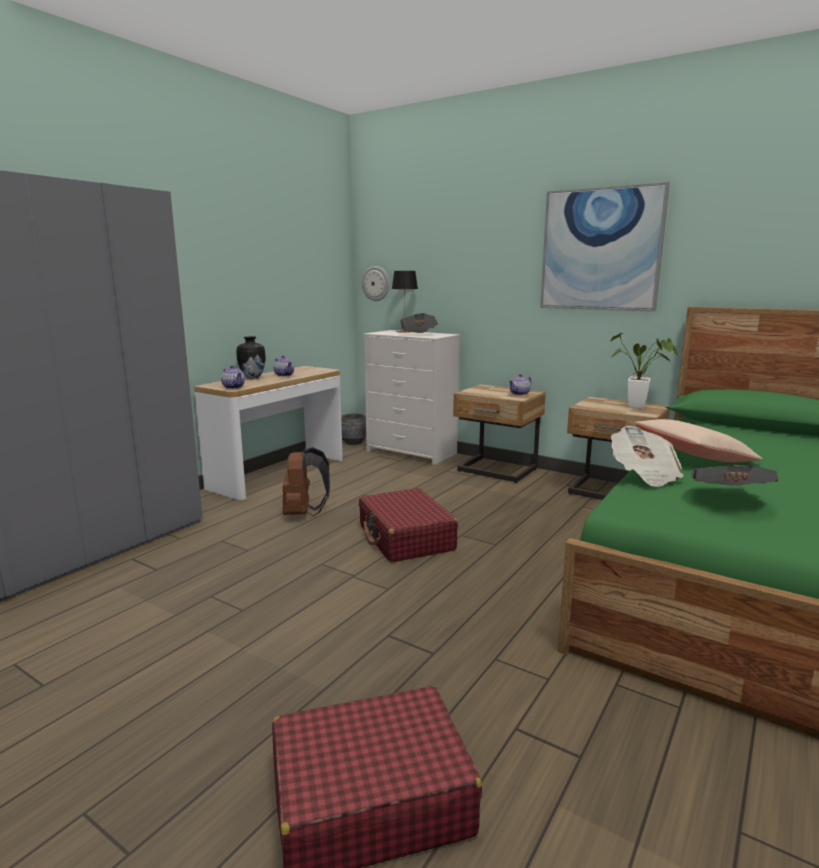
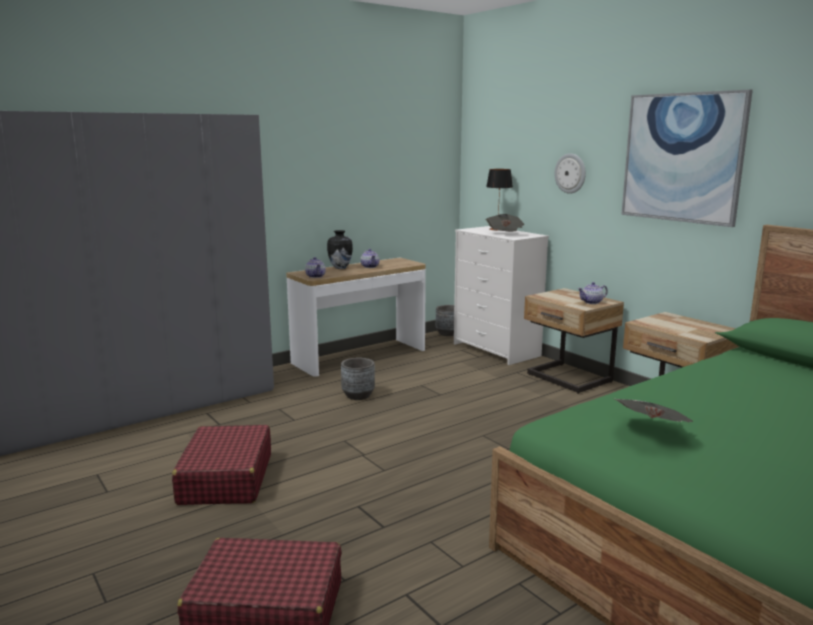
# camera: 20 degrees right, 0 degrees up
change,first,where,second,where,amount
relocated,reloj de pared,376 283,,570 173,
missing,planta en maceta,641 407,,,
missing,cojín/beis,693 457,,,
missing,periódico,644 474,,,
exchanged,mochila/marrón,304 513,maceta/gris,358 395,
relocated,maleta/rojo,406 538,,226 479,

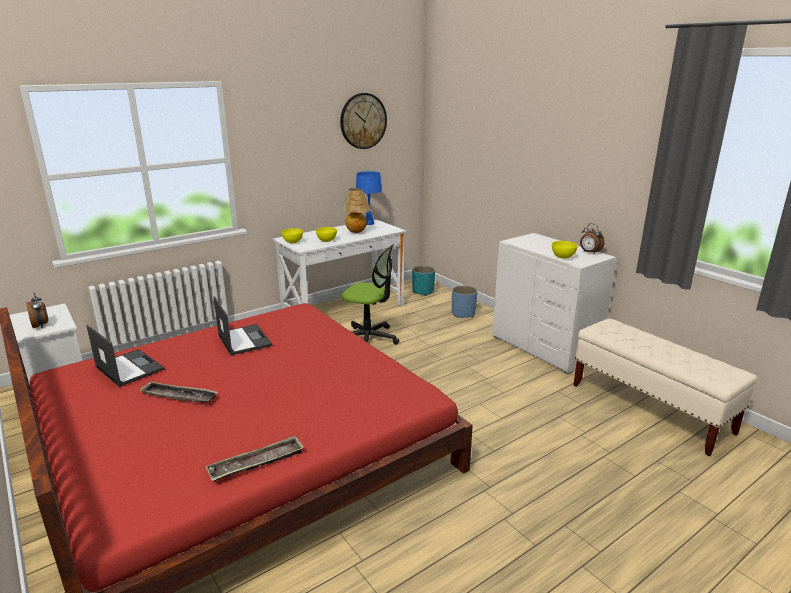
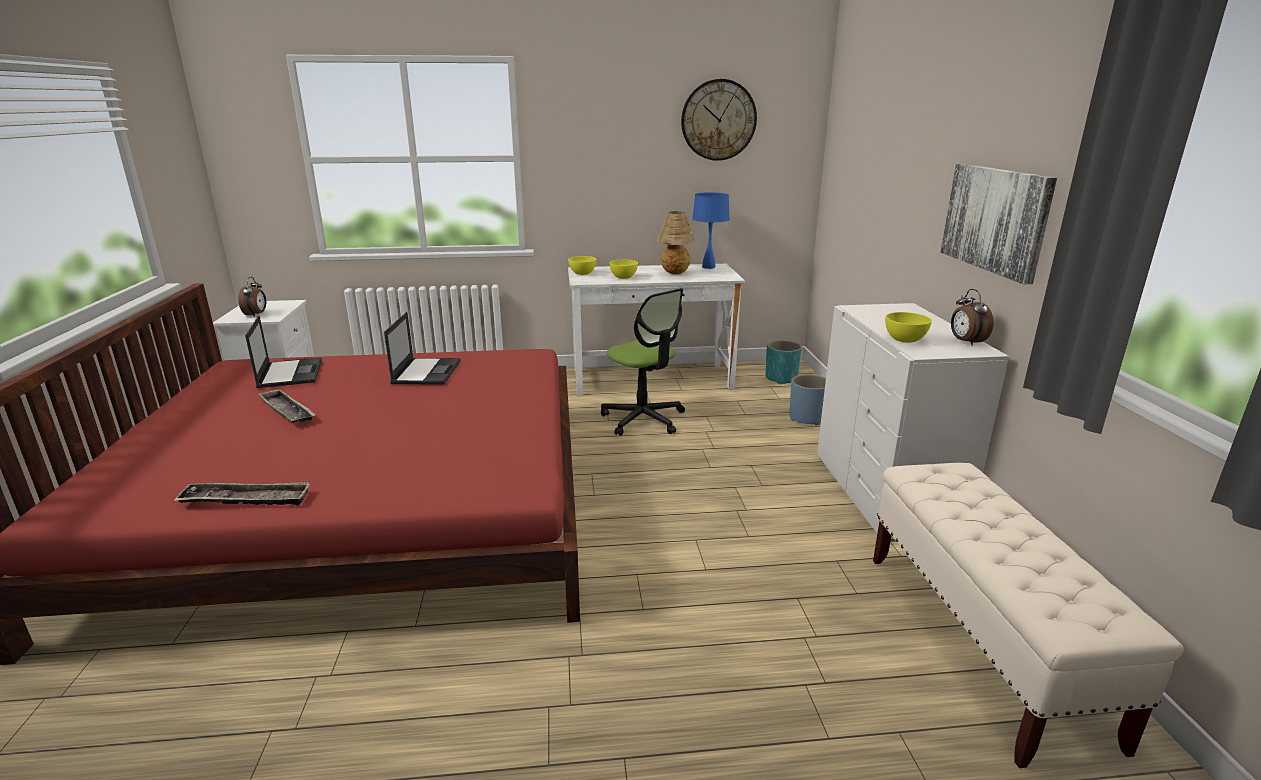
# camera: 30 degrees right, 0 degrees up
change,first,where,second,where,amount
appeared,,,cuadro,996 219,

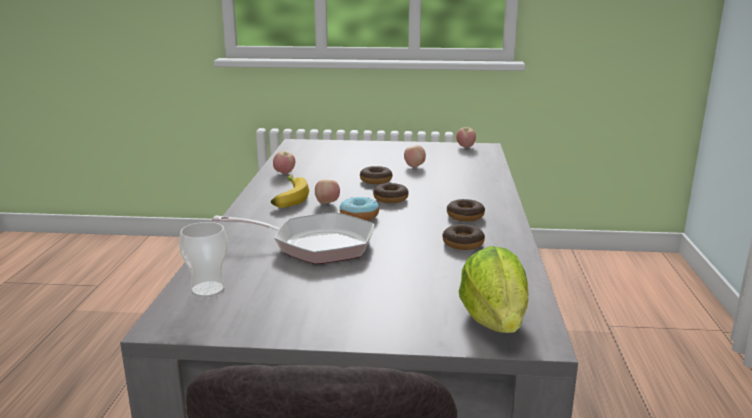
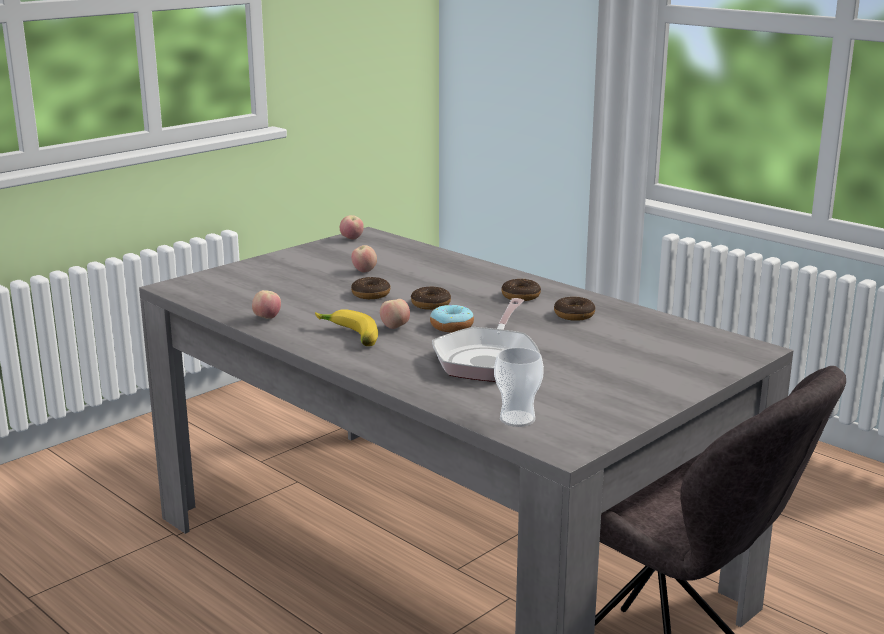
# camera: 50 degrees left, 0 degrees up
change,first,where,second,where,amount
spun,sartén,315 245,,488 359,150 degrees clockwise
missing,lechuga,495 321,,,

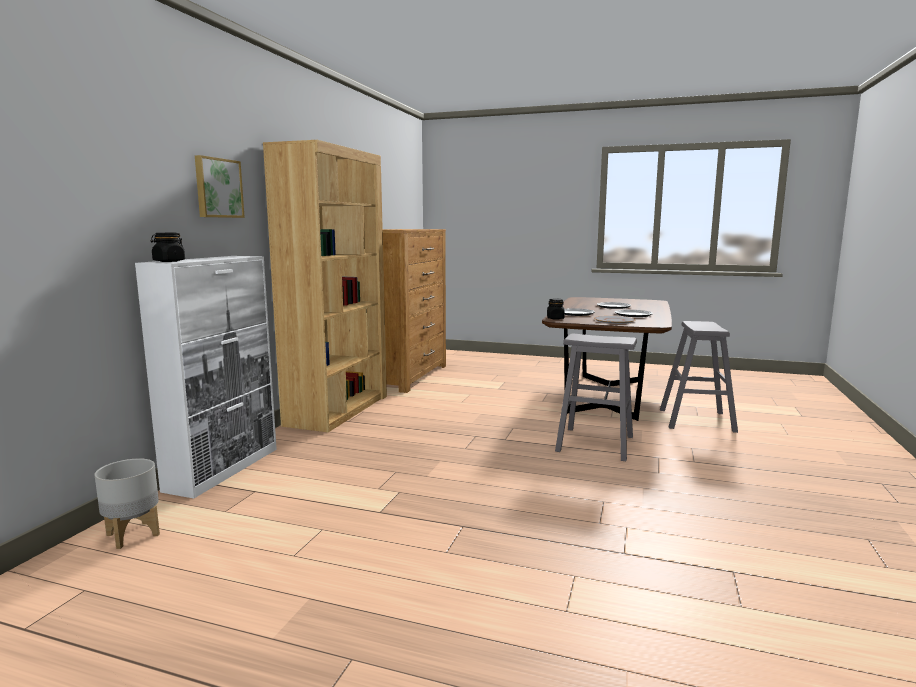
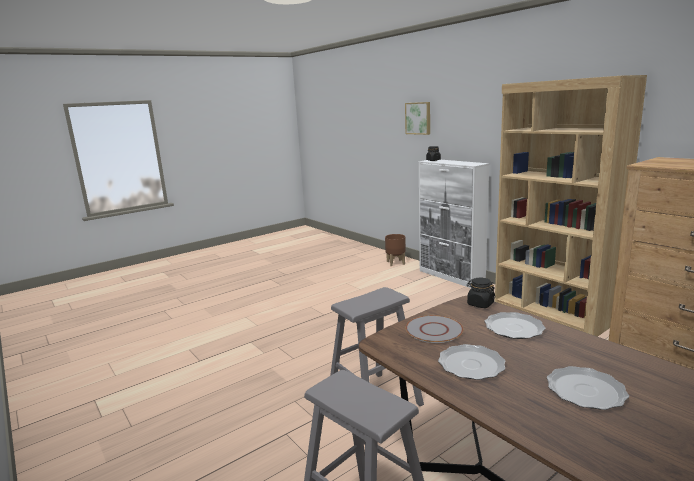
# camera: 125 degrees right, 5 degrees up
change,first,where,second,where,amount
relocated,cuadro,217 188,,418 118,
colour,maceta/gris,132 534,maceta/marrón,396 263,

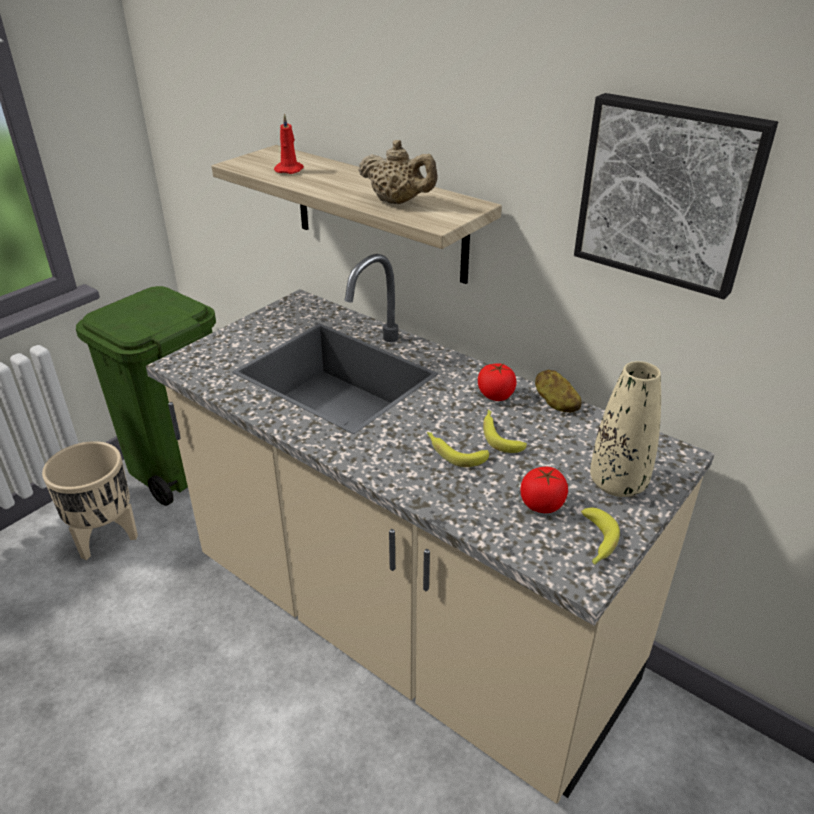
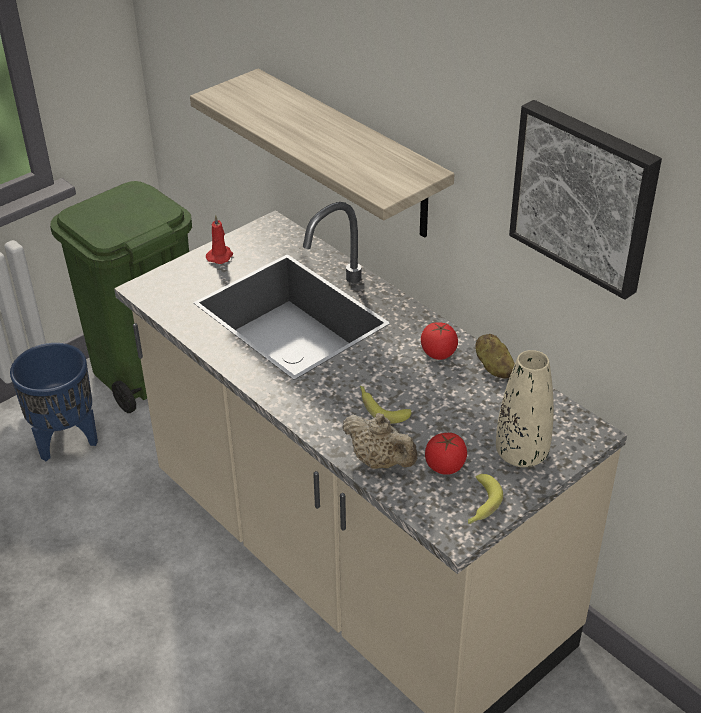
# camera: 10 degrees right, 5 degrees up
change,first,where,second,where,amount
relocated,vela/rojo,290 170,,220 256,
relocated,tetera/beis,398 202,,380 461,
missing,plátano,499 435,,,
colour,maceta/beis,105 539,maceta/azul,65 442,

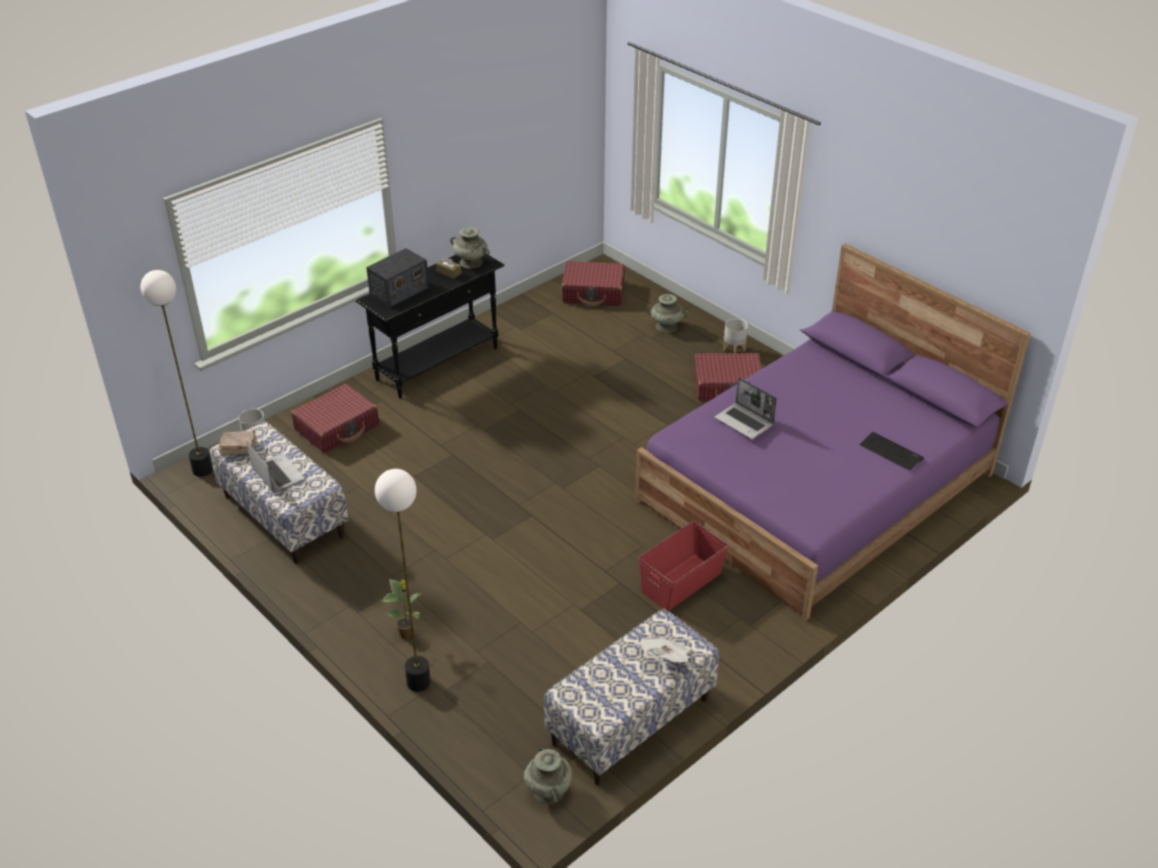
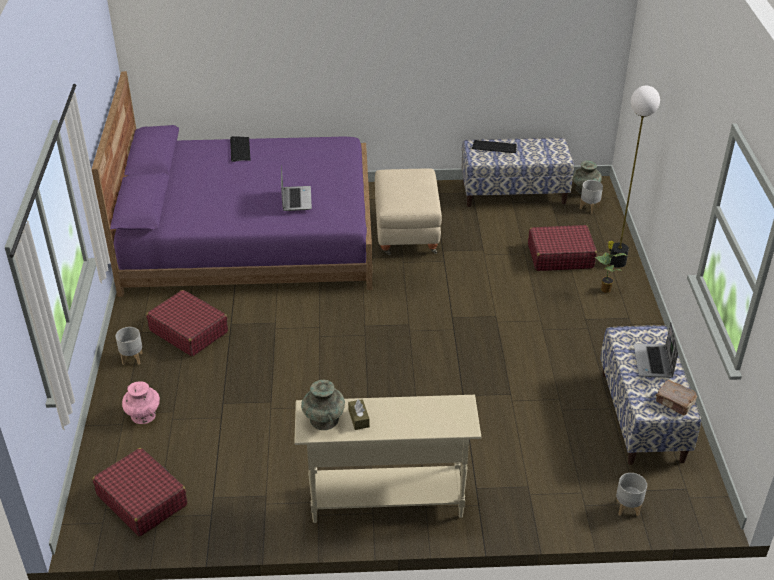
# camera: 140 degrees left, 0 degrees up
change,first,where,second,where,amount
missing,radio,399 291,,,
colour,mesa consola/negro,438 364,mesa consola/beis,386 500,
missing,lámpara de pie,203 470,,,
colour,florero/turquesa,666 326,florero/rosa,143 415,
relocated,maleta/rojo,337 427,,560 256,
exchanged,caja de almacenaje/rojo,682 582,puf/beis,406 233,
exchanged,periódico,667 658,teclado,494 147,
appeared,,,maceta/gris,589 208,

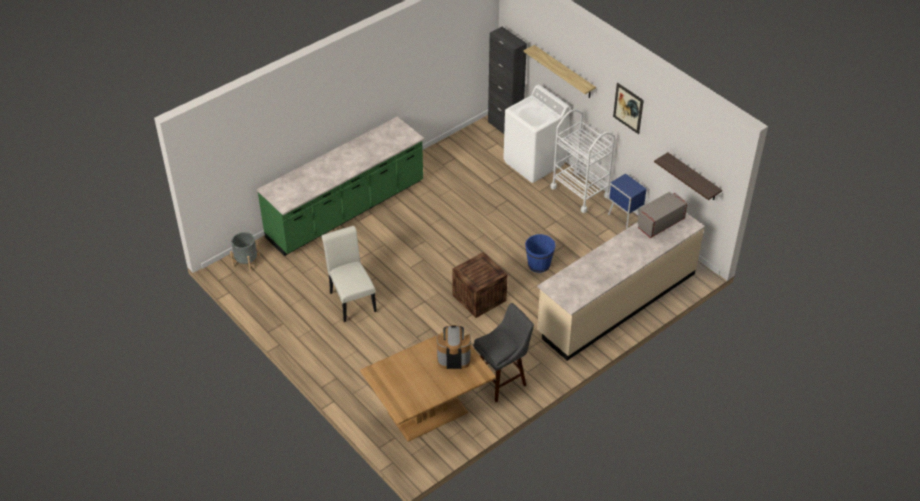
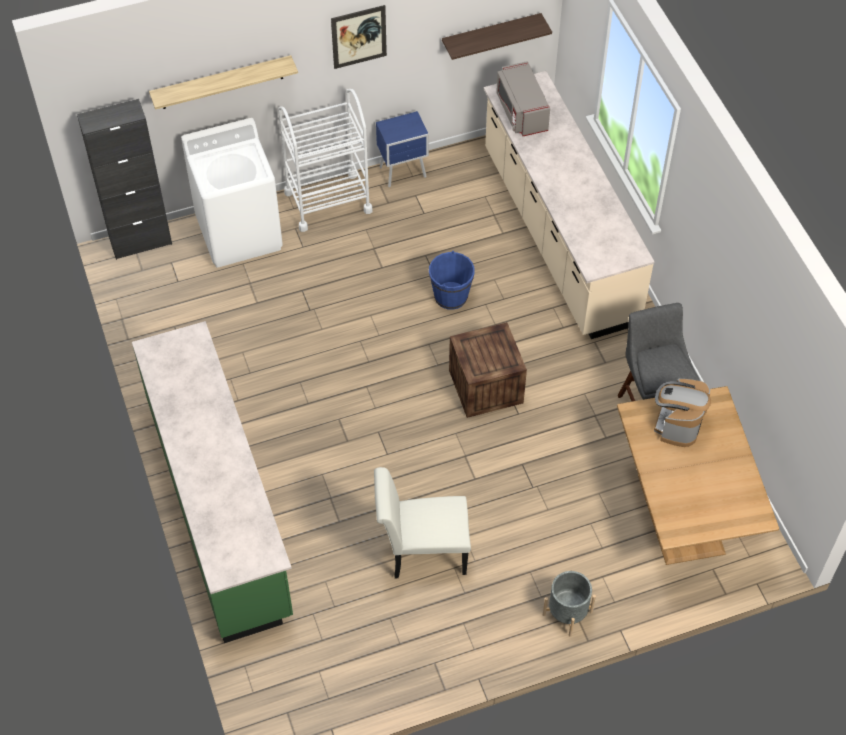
# camera: 70 degrees left, 10 degrees up
change,first,where,second,where,amount
relocated,maceta/gris,246 262,,567 613,

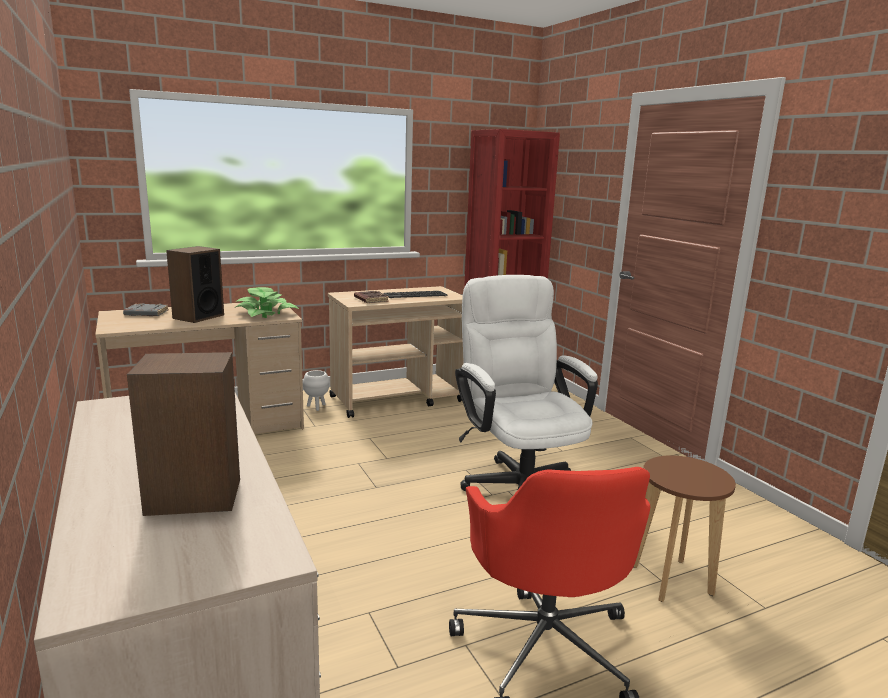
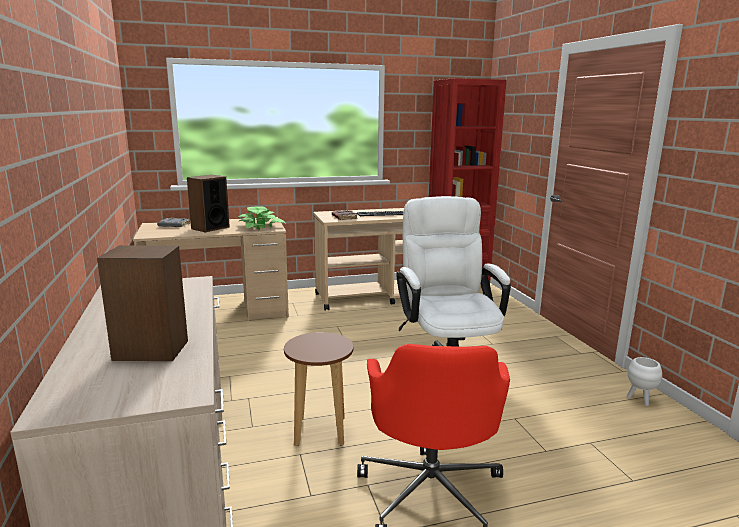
# camera: 10 degrees right, 0 degrees up
change,first,where,second,where,amount
relocated,maceta/blanco,316 407,,640 400,
relocated,taburete/marrón,671 580,,320 431,

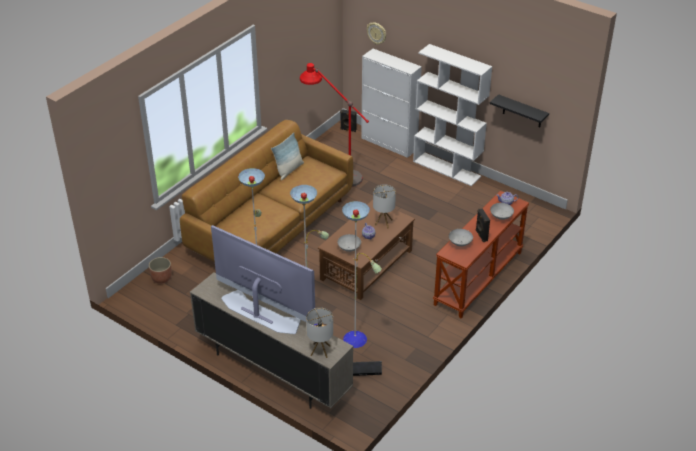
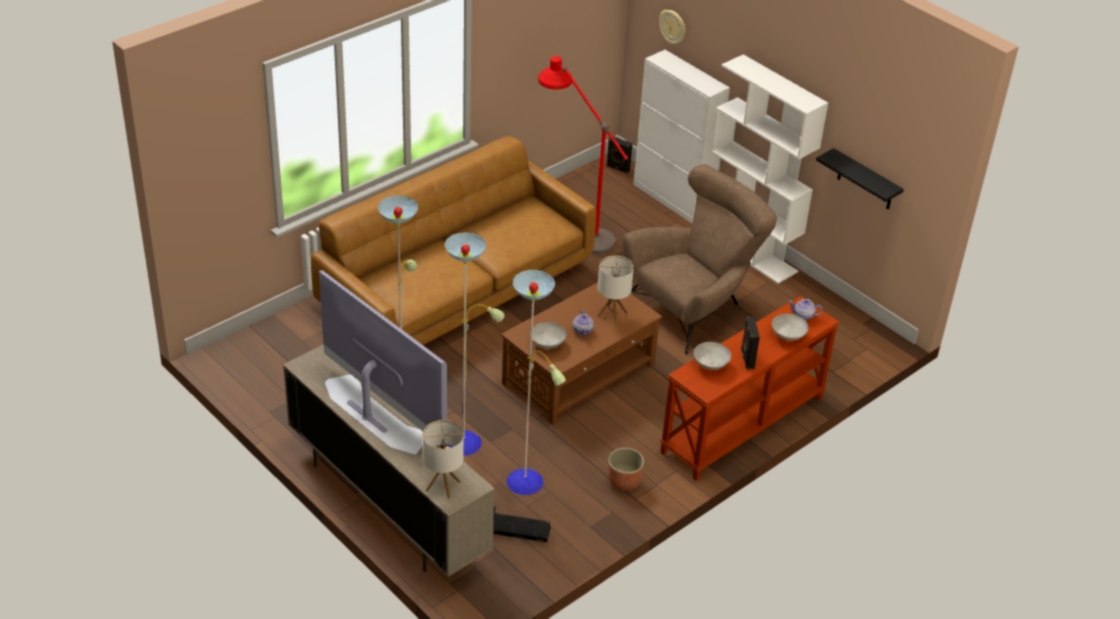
# camera: 10 degrees right, 0 degrees up
change,first,where,second,where,amount
missing,cojín,289 170,,,
relocated,maceta,161 278,,623 482,
appeared,,,sillón/marrón,693 305,

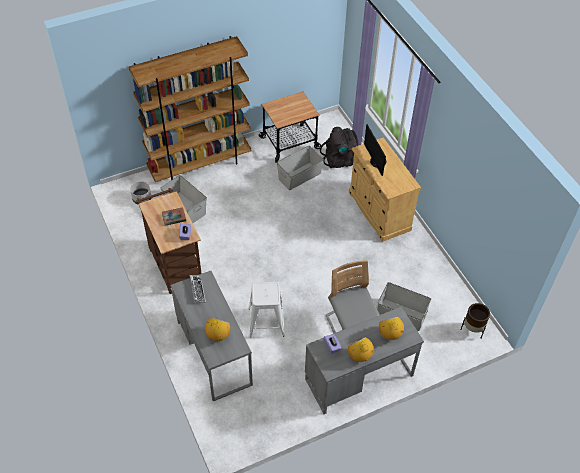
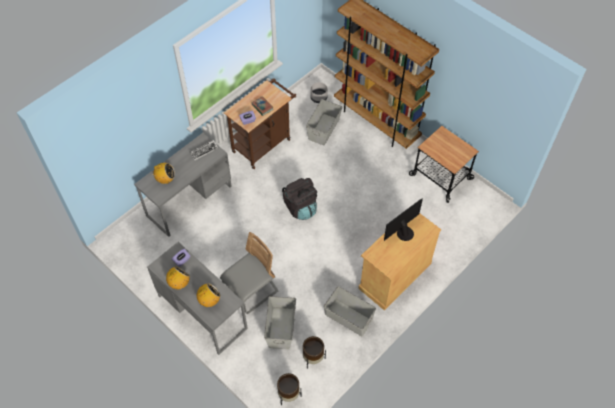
# camera: 70 degrees right, 5 degrees up
change,first,where,second,where,amount
relocated,mochila/negro,341 160,,300 207,
relocated,caja de almacenaje/gris,300 176,,348 318,
missing,taburete/blanco,266 322,,,
appeared,,,maceta/marrón,313 358,

